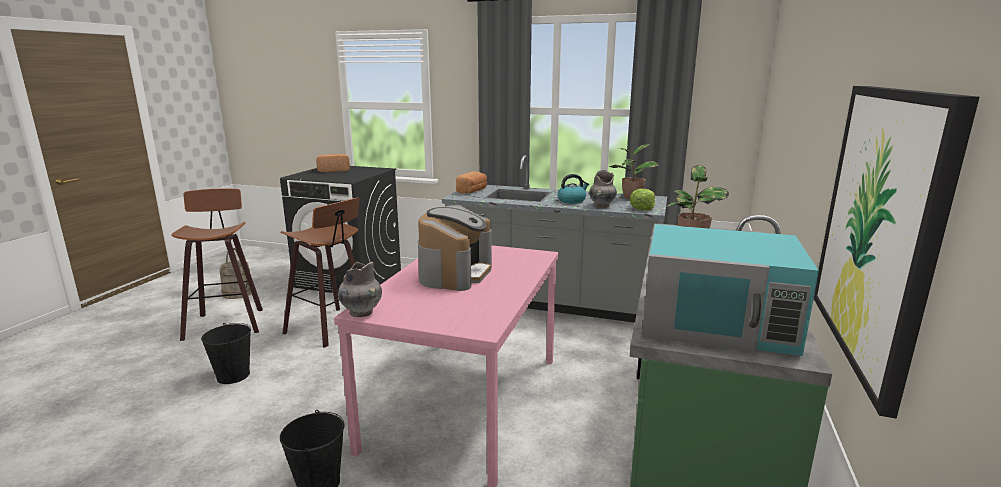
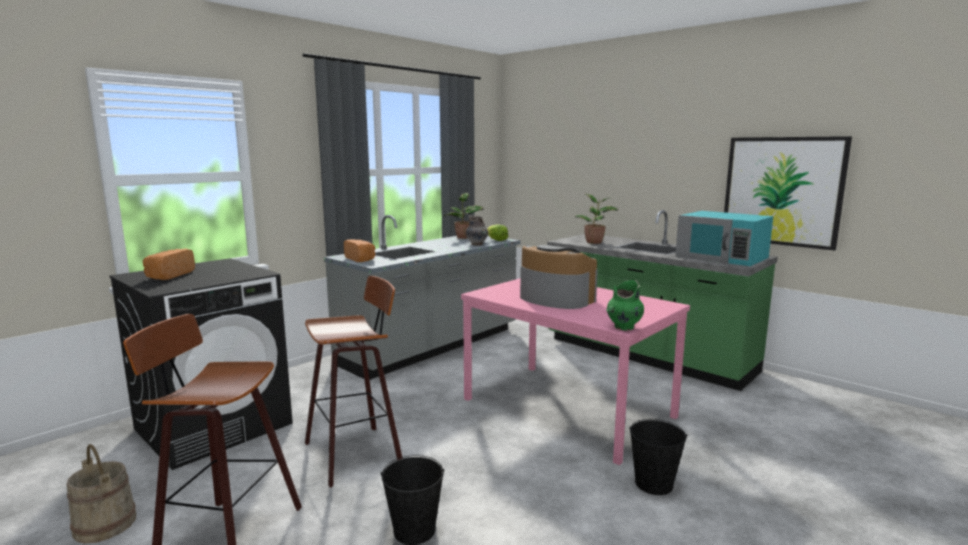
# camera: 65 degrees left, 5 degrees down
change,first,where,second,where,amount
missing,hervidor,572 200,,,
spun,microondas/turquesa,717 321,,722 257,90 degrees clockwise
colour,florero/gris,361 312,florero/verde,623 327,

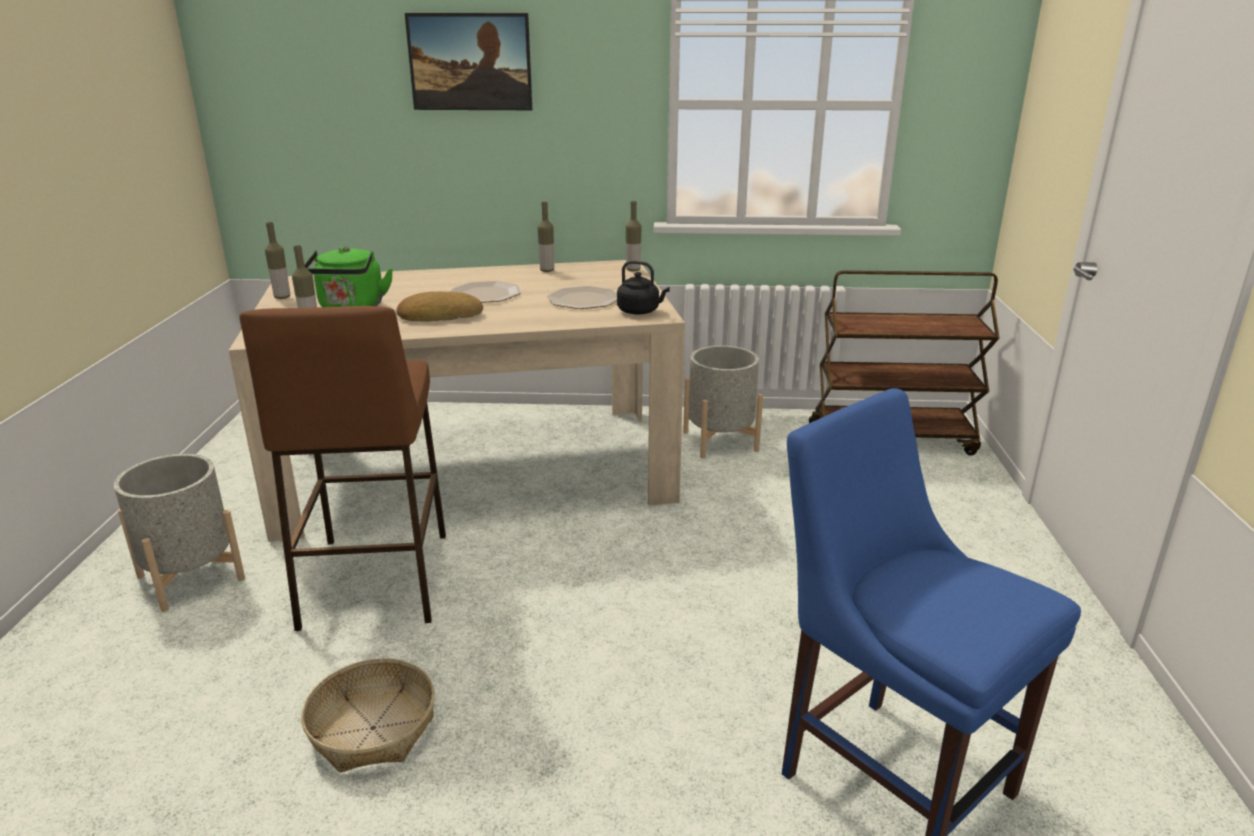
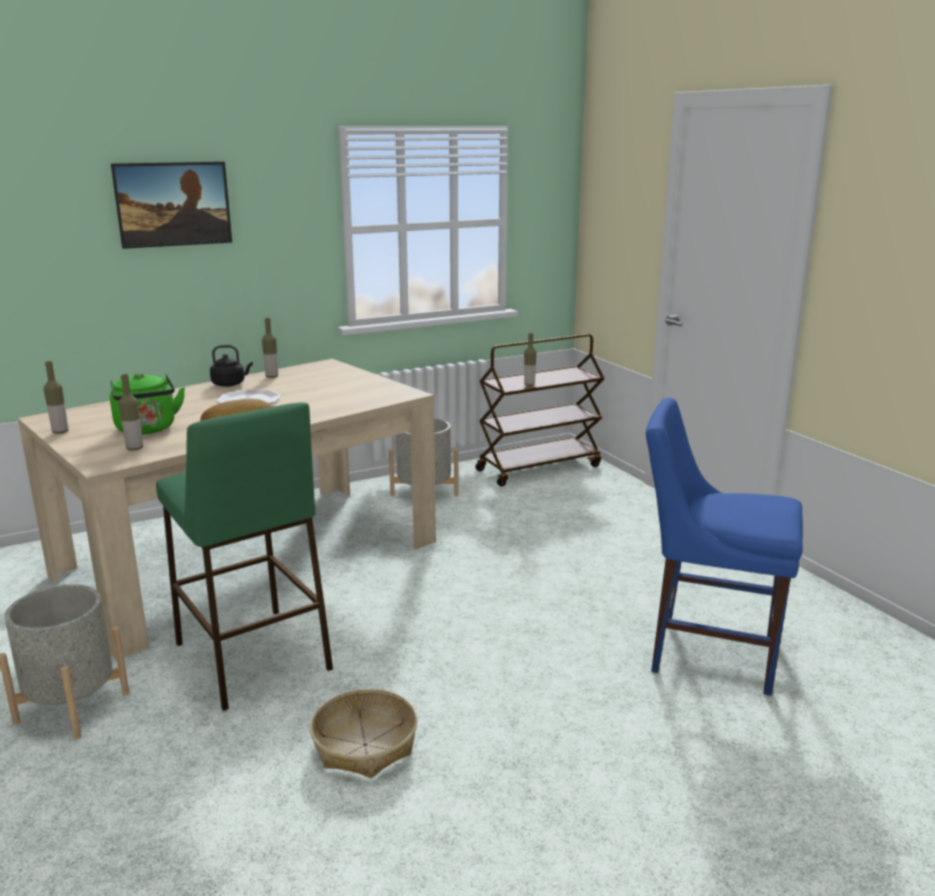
# camera: 30 degrees left, 5 degrees down
change,first,where,second,where,amount
relocated,botella,633 270,,529 385,
relocated,hervidor/negro,640 311,,230 384,
missing,plato,584 299,,,
colour,taburete/marrón,375 580,taburete/verde,253 657,

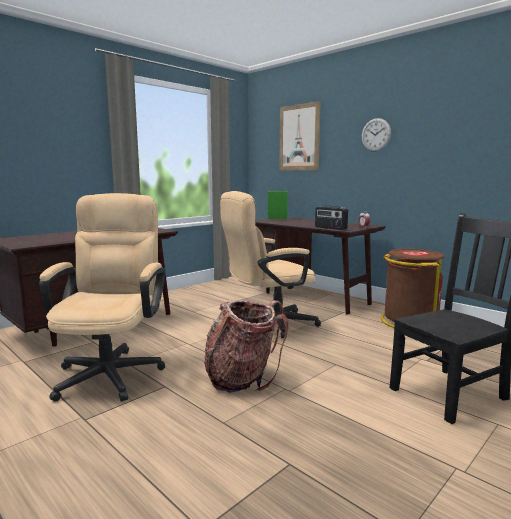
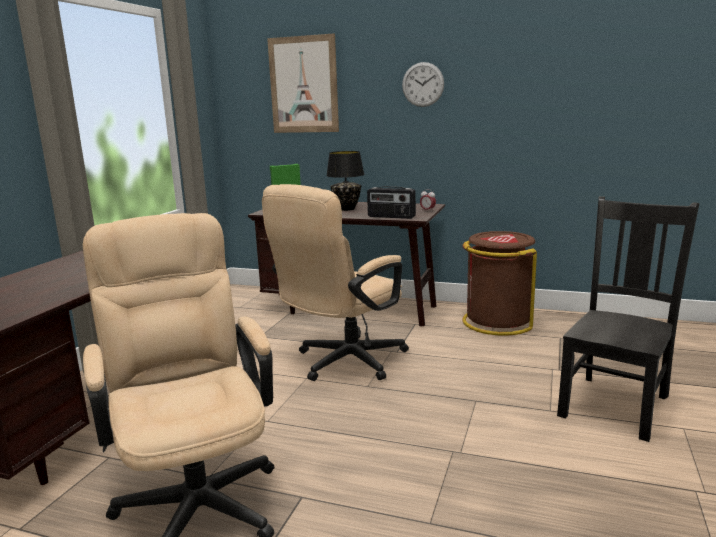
# camera: 25 degrees left, 5 degrees up
change,first,where,second,where,amount
missing,mochila,242 378,,,
appeared,,,lámpara de mesa/negro,347 209,

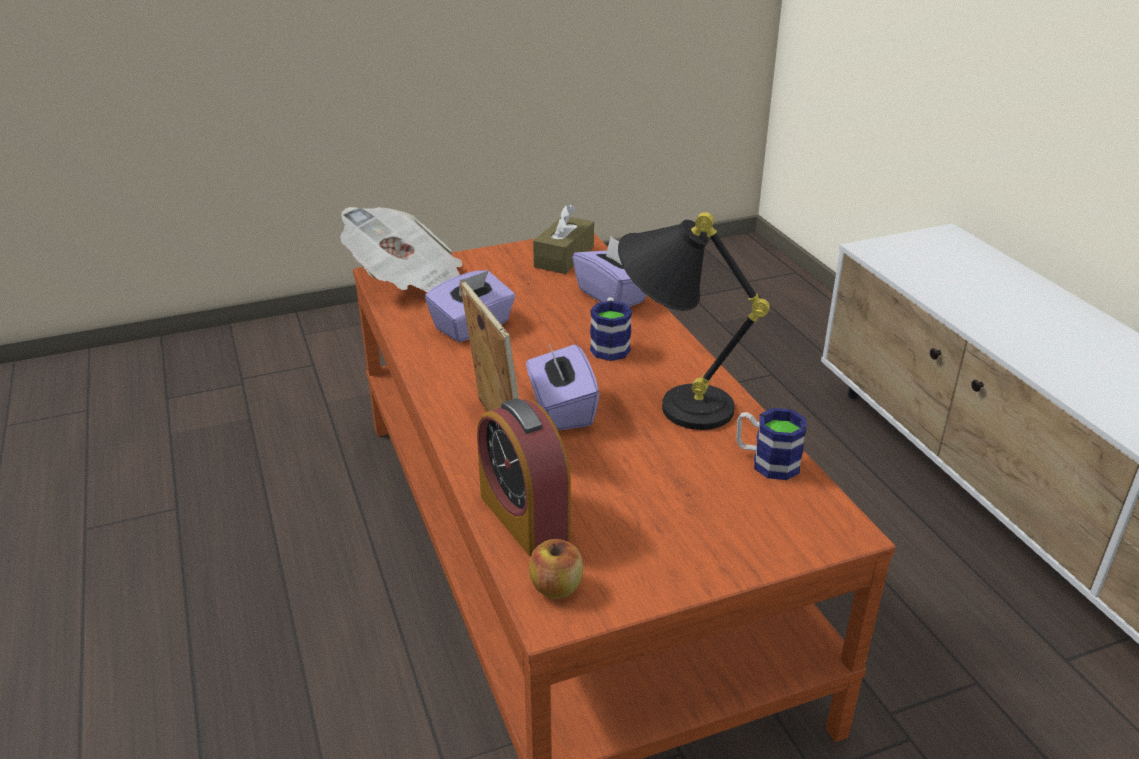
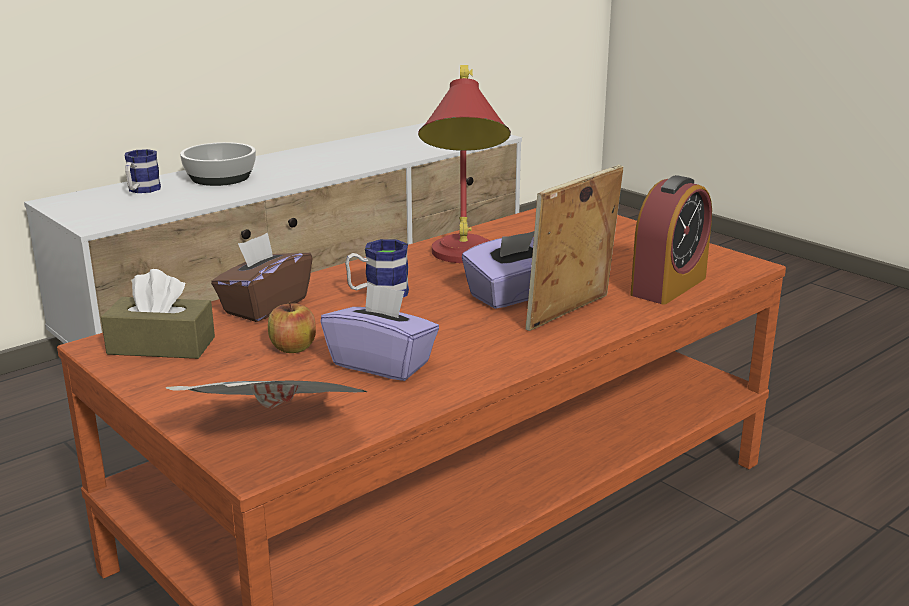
# camera: 110 degrees left, 10 degrees down
change,first,where,second,where,amount
colour,lámpara de mesa/negro,671 403,lámpara de mesa/rojo,462 261,
colour,caja de pañuelos/morado,612 296,caja de pañuelos/marrón,264 306,
relocated,taza grande,766 461,,141 190,
relocated,manzana,556 587,,293 348,
appeared,,,cuenco,221 177,

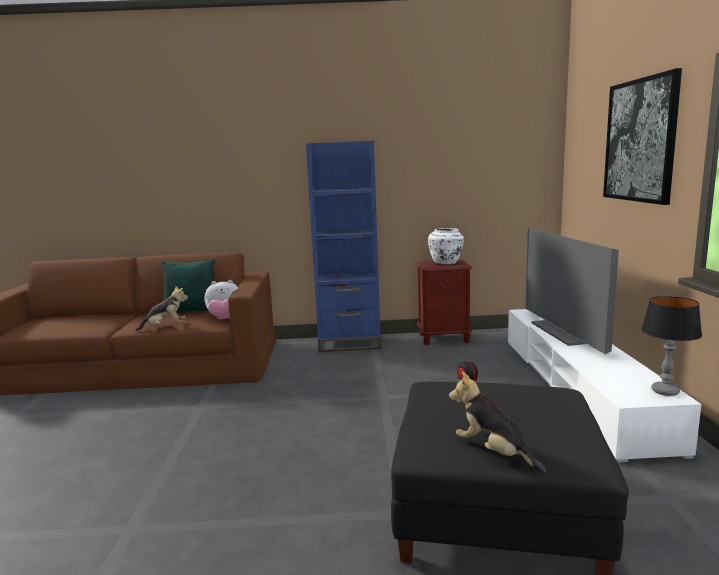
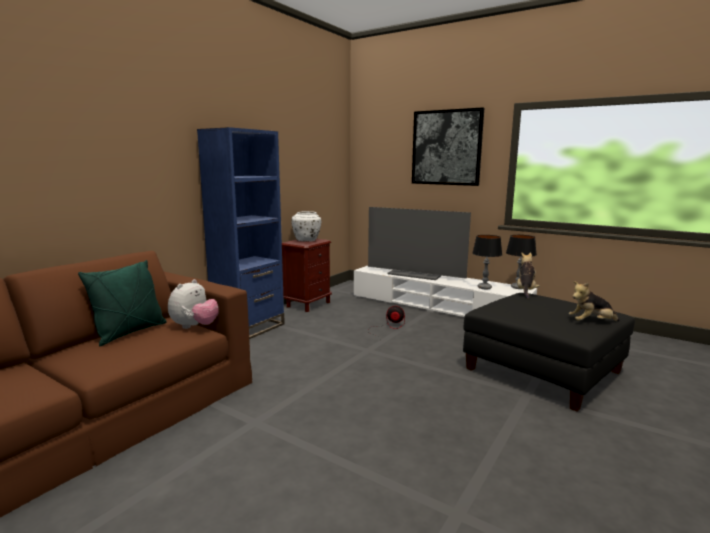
# camera: 55 degrees left, 0 degrees up
change,first,where,second,where,amount
relocated,peluche,165 327,,525 291,
appeared,,,lámpara de mesa,484 287,

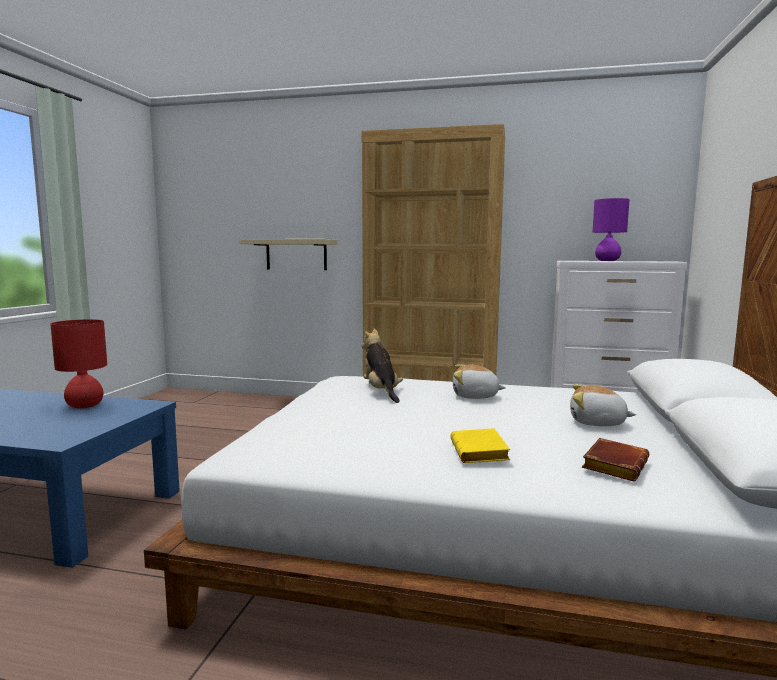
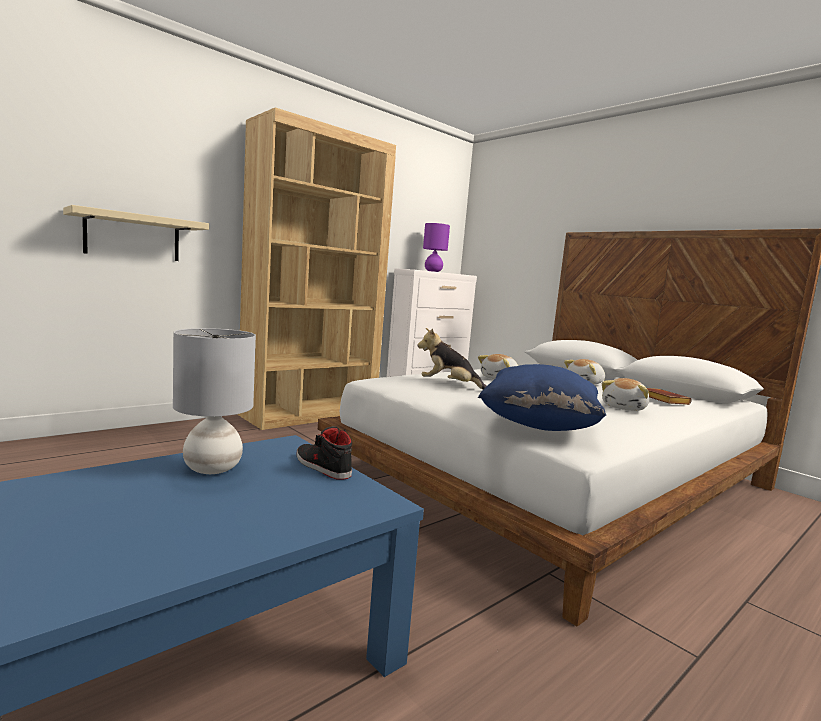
# camera: 55 degrees left, 0 degrees up
change,first,where,second,where,amount
colour,lámpara de mesa/rojo,84 405,lámpara de mesa/gris,212 468,
exchanged,libro/amarillo,481 453,peluche,625 408,
appeared,,,cojín/azul,539 425,
appeared,,,zapato/negro,322 466,

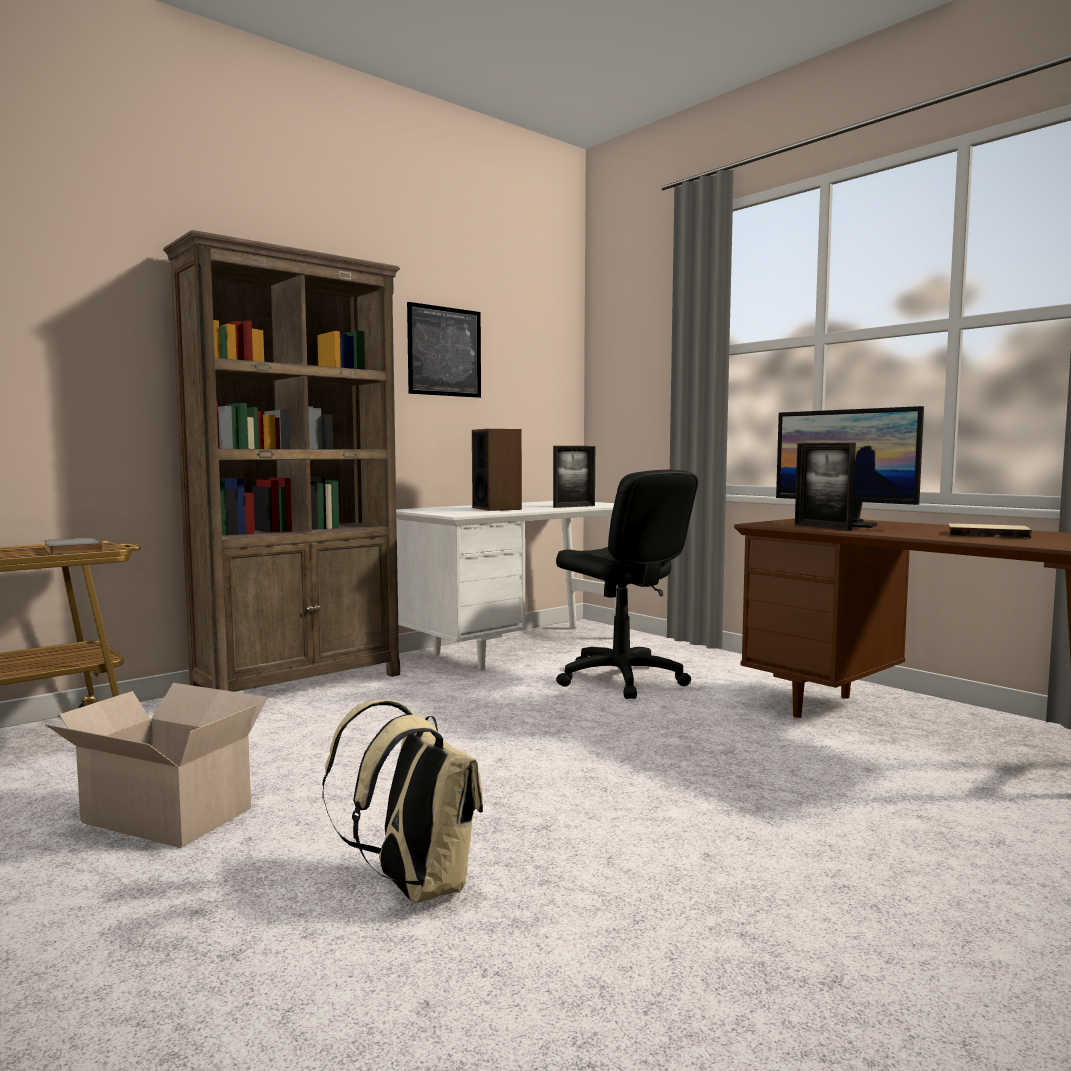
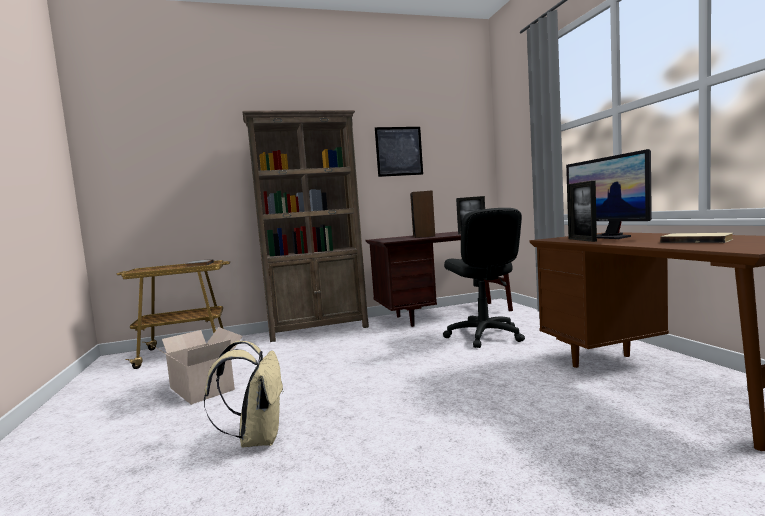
# camera: 25 degrees right, 0 degrees up
change,first,where,second,where,amount
colour,escritorio/blanco,519 648,escritorio/marrón,445 315,

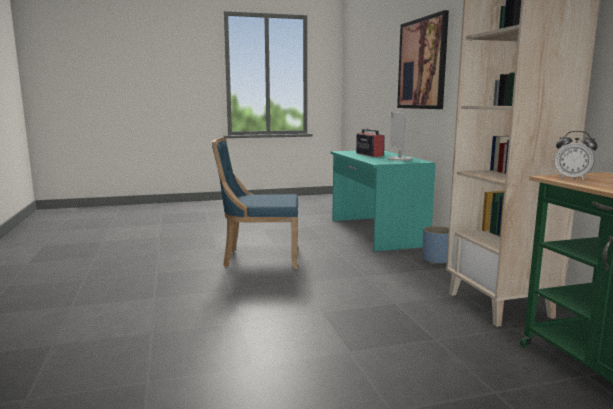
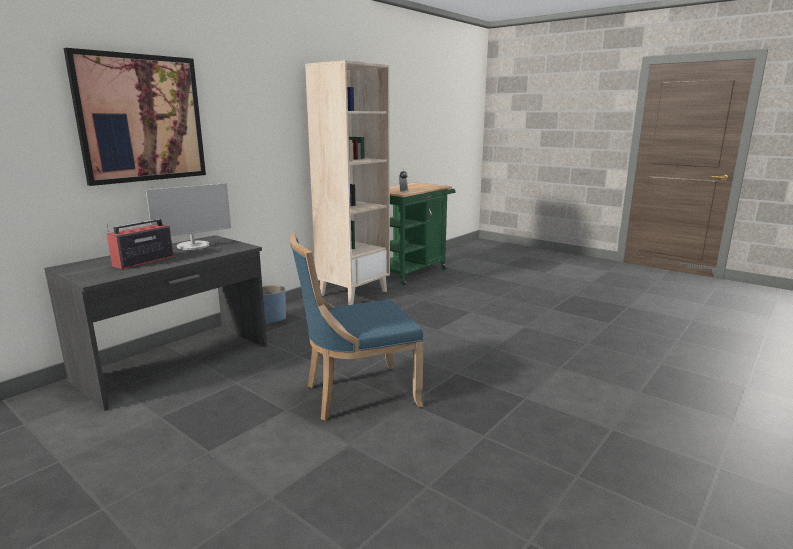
# camera: 125 degrees left, 5 degrees up
change,first,where,second,where,amount
spun,silla/azul,259 258,,357 394,105 degrees clockwise
colour,escritorio/turquesa,375 232,escritorio/gris,175 362,

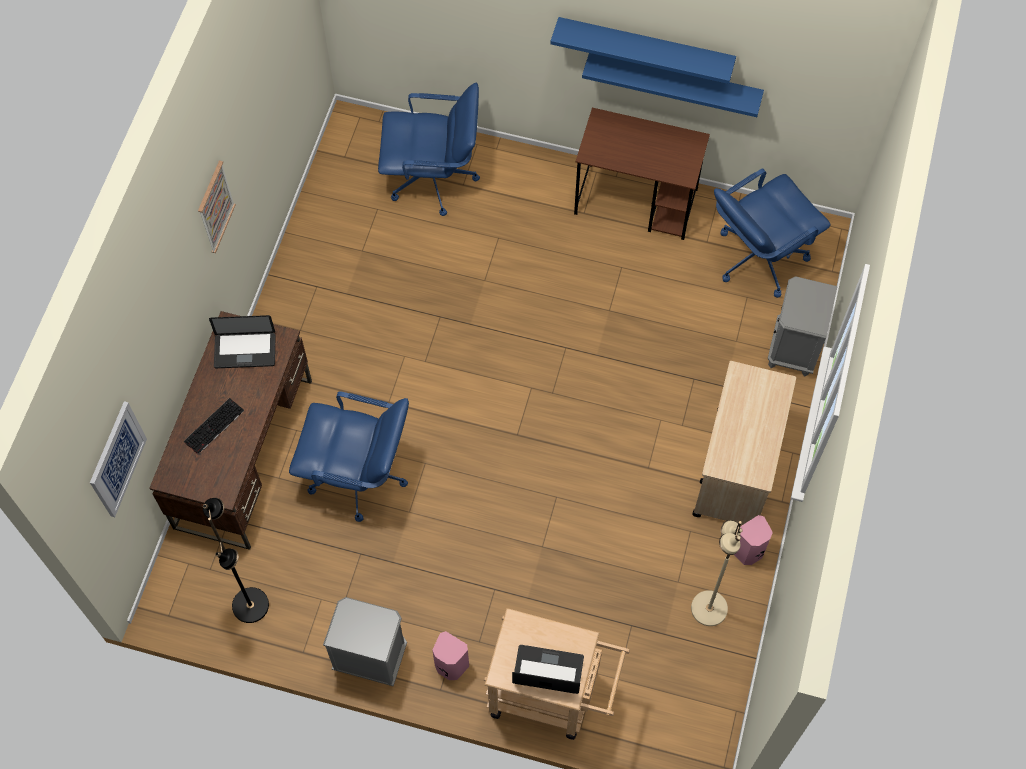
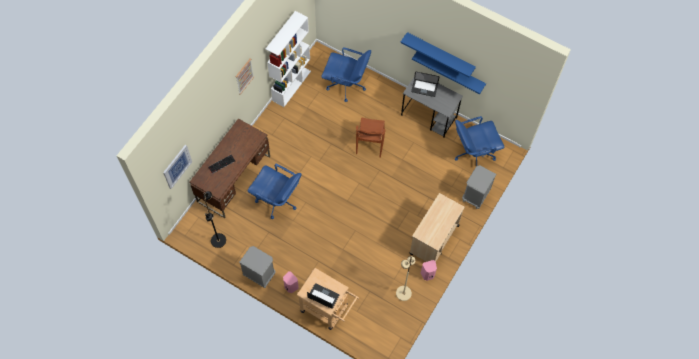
# camera: 15 degrees right, 0 degrees up
change,first,where,second,where,amount
colour,escritorio/marrón,637 202,escritorio/gris,429 116,
relocated,portátil,245 351,,424 88,
appeared,,,estantería/blanco,291 85,
appeared,,,silla/marrón,370 143,

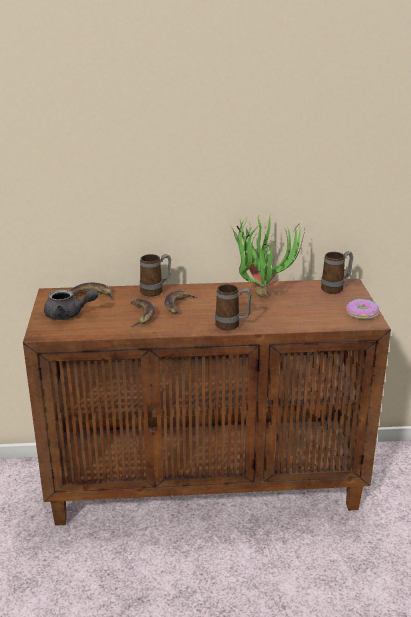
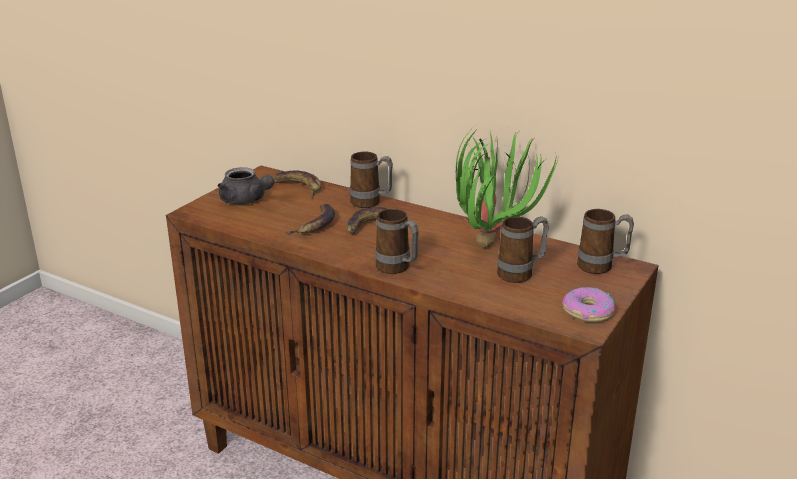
# camera: 35 degrees right, 0 degrees up
change,first,where,second,where,amount
appeared,,,taza grande,521 273,

